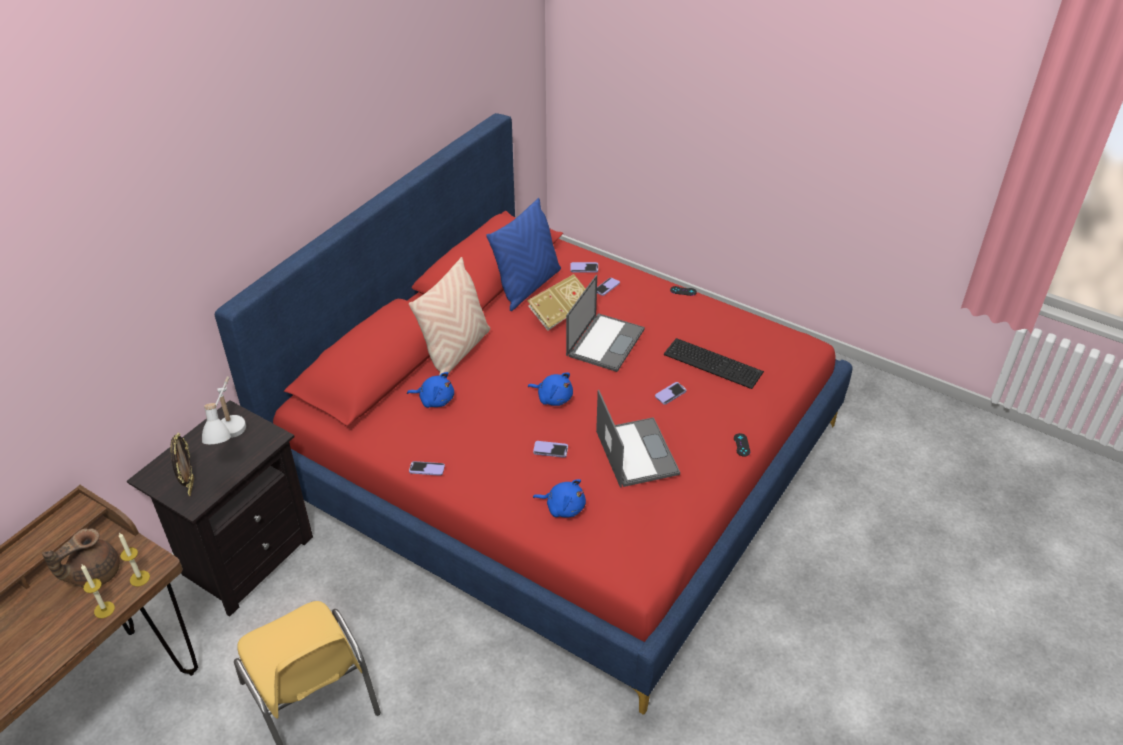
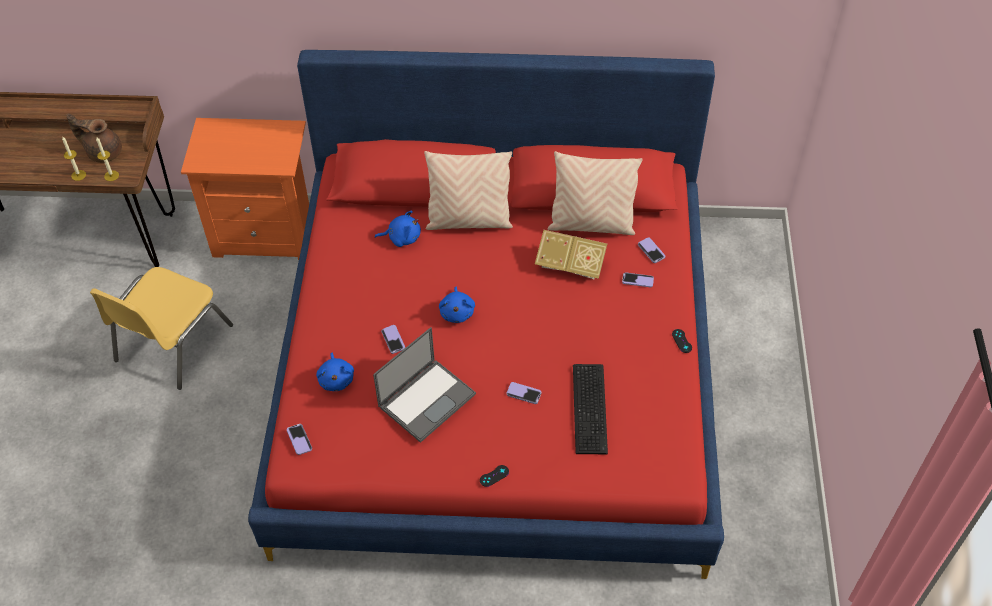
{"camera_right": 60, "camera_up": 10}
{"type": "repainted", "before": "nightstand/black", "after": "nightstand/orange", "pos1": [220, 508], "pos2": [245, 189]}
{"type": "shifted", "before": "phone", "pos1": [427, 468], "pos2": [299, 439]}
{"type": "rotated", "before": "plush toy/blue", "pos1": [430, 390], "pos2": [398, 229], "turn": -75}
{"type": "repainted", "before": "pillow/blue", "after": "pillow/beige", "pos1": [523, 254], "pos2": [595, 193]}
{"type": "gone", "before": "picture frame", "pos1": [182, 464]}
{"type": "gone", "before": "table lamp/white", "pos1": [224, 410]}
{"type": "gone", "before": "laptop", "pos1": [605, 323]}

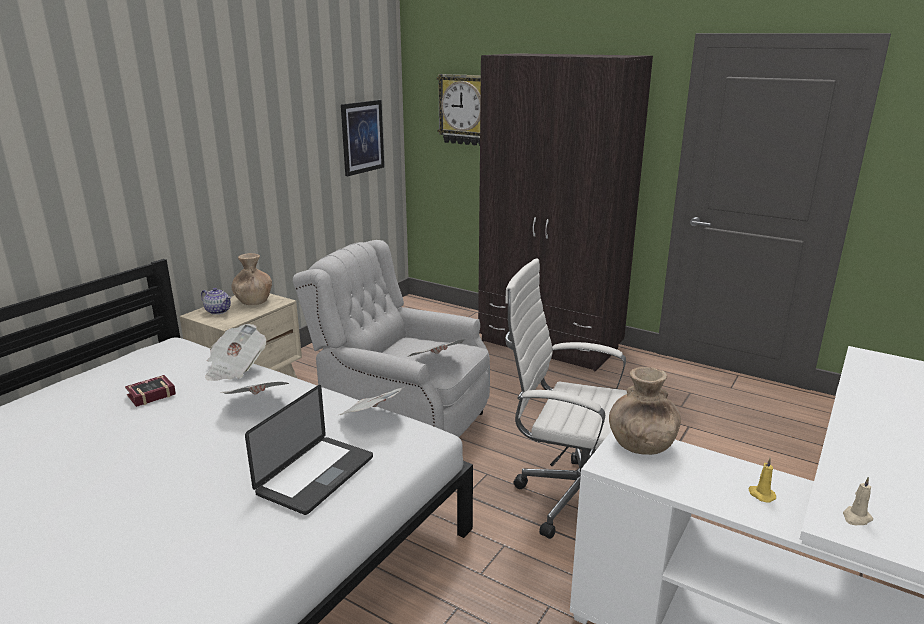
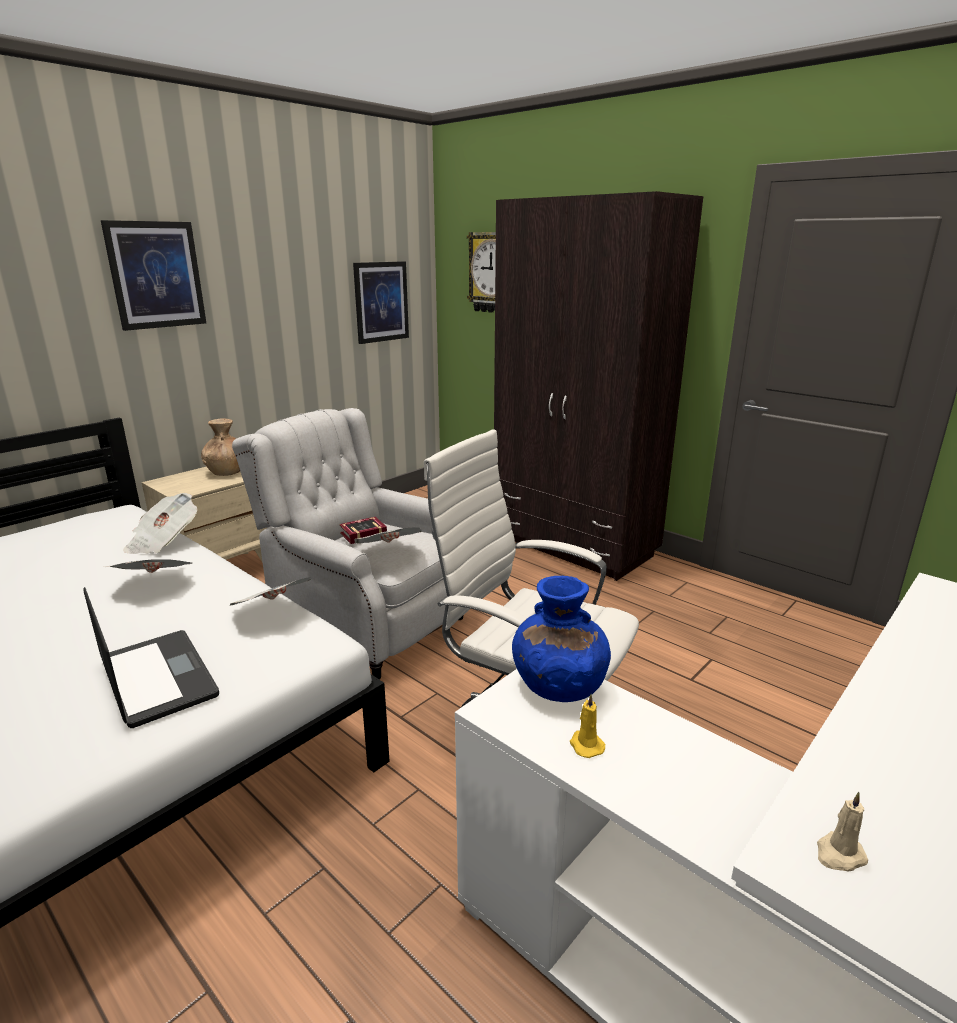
{"camera_right": 10, "camera_up": 0}
{"type": "rotated", "before": "laptop", "pos1": [309, 450], "pos2": [151, 657], "turn": -75}
{"type": "new", "after": "picture", "pos2": [153, 275]}
{"type": "shifted", "before": "book", "pos1": [150, 391], "pos2": [363, 530]}
{"type": "repainted", "before": "vase/brown", "after": "vase/blue", "pos1": [645, 411], "pos2": [561, 639]}
{"type": "shifted", "before": "candle/yellow", "pos1": [762, 480], "pos2": [587, 726]}
{"type": "gone", "before": "teapot", "pos1": [216, 301]}

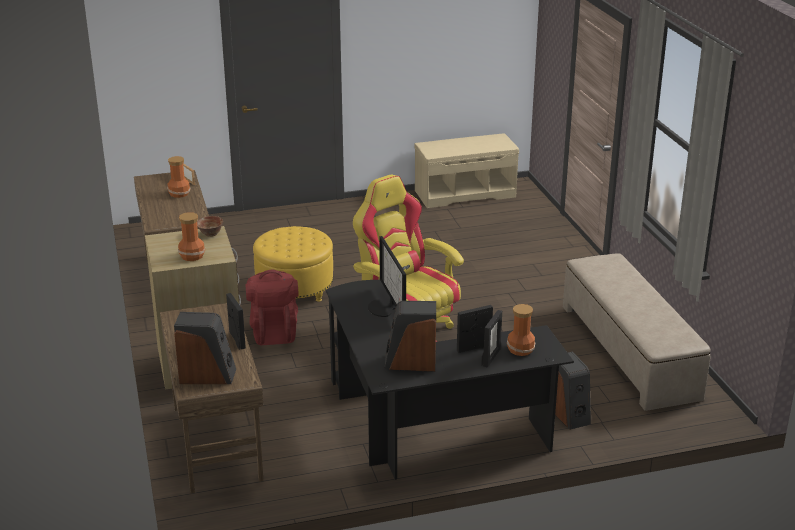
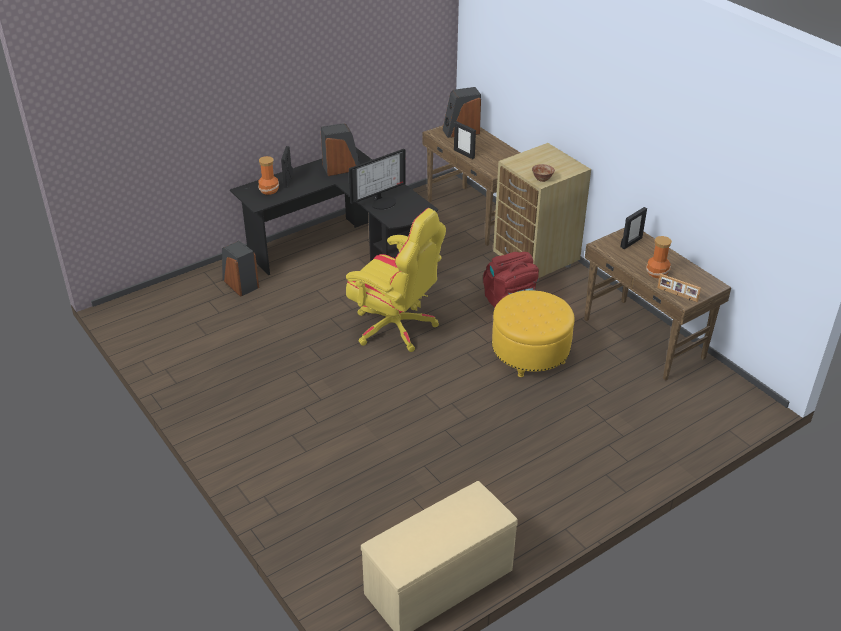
{"camera_right": 160, "camera_up": 10}
{"type": "rotated", "before": "monitor", "pos1": [387, 276], "pos2": [377, 179], "turn": 90}
{"type": "shifted", "before": "picture frame", "pos1": [475, 329], "pos2": [633, 228]}
{"type": "gone", "before": "vase", "pos1": [191, 236]}
{"type": "gone", "before": "bench/beige", "pos1": [637, 332]}

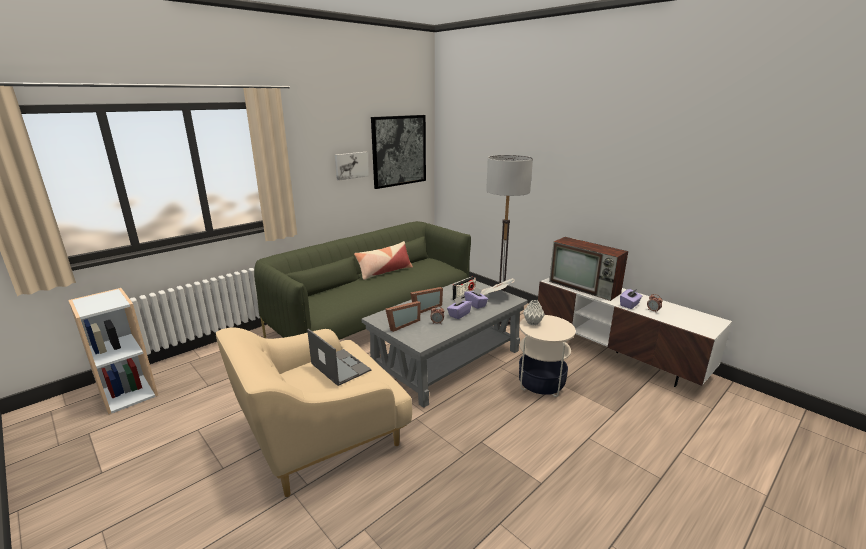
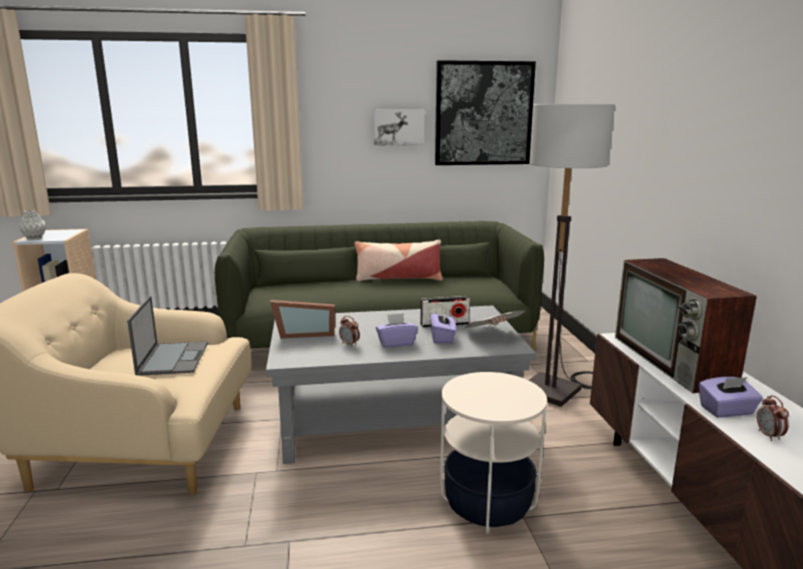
{"camera_right": 35, "camera_up": -5}
{"type": "shifted", "before": "vase/grey", "pos1": [534, 312], "pos2": [32, 225]}
{"type": "gone", "before": "picture frame", "pos1": [426, 300]}

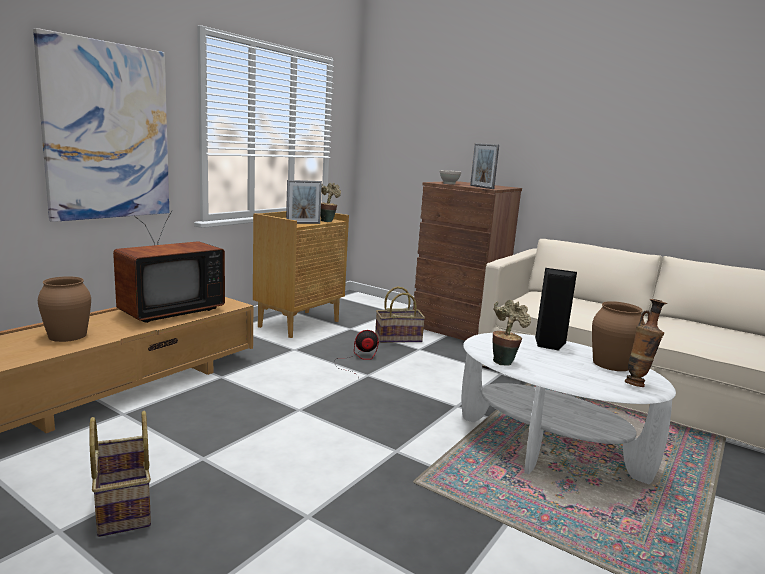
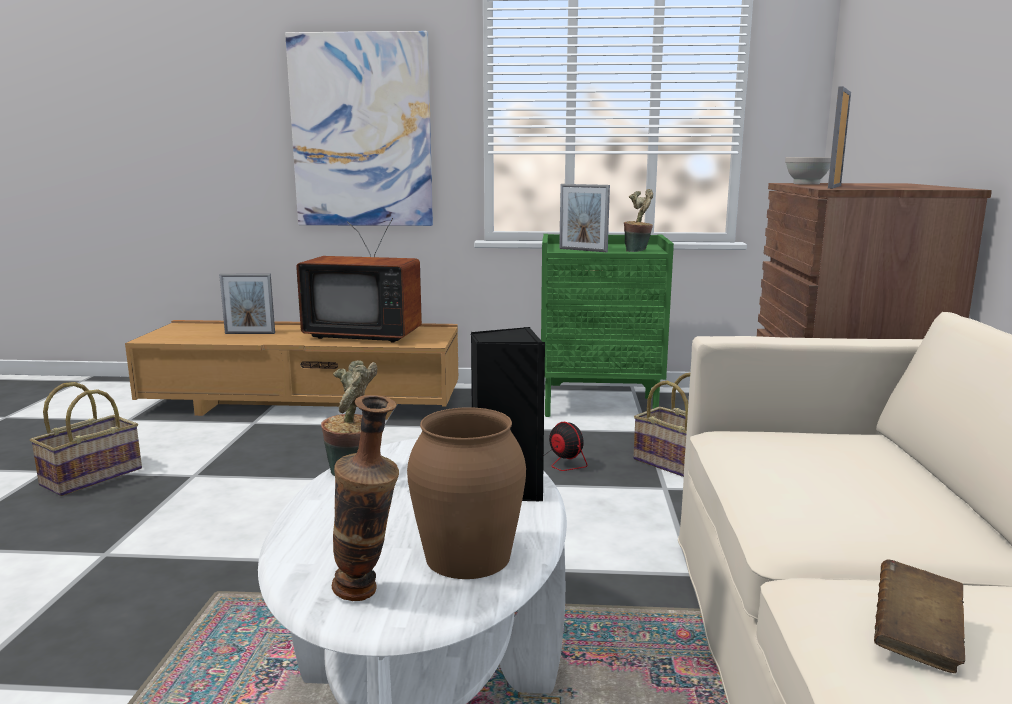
{"camera_right": 60, "camera_up": 0}
{"type": "swapped", "before": "vase/brown", "after": "picture frame", "pos1": [64, 309], "pos2": [247, 304]}
{"type": "repainted", "before": "cabinet/brown", "after": "cabinet/green", "pos1": [301, 274], "pos2": [607, 325]}
{"type": "new", "after": "book/brown", "pos2": [919, 616]}

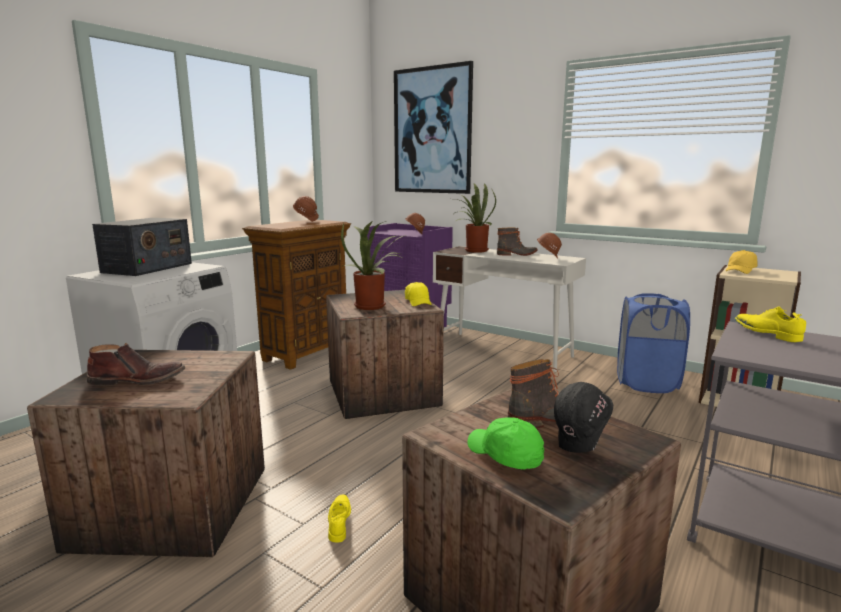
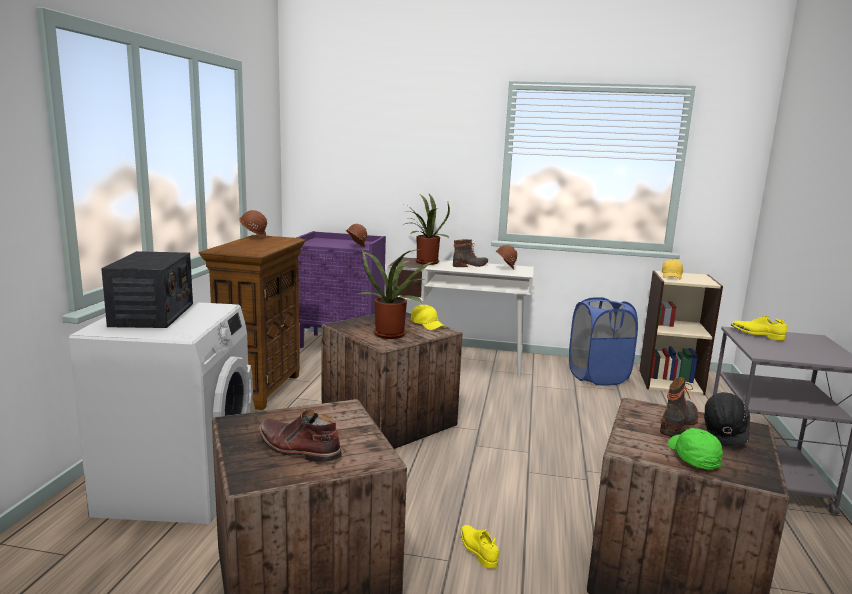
{"camera_right": -25, "camera_up": 0}
{"type": "rotated", "before": "boot/brown", "pos1": [136, 364], "pos2": [300, 436], "turn": -120}
{"type": "rotated", "before": "cap/green", "pos1": [505, 443], "pos2": [695, 448], "turn": 60}
{"type": "gone", "before": "picture", "pos1": [433, 127]}

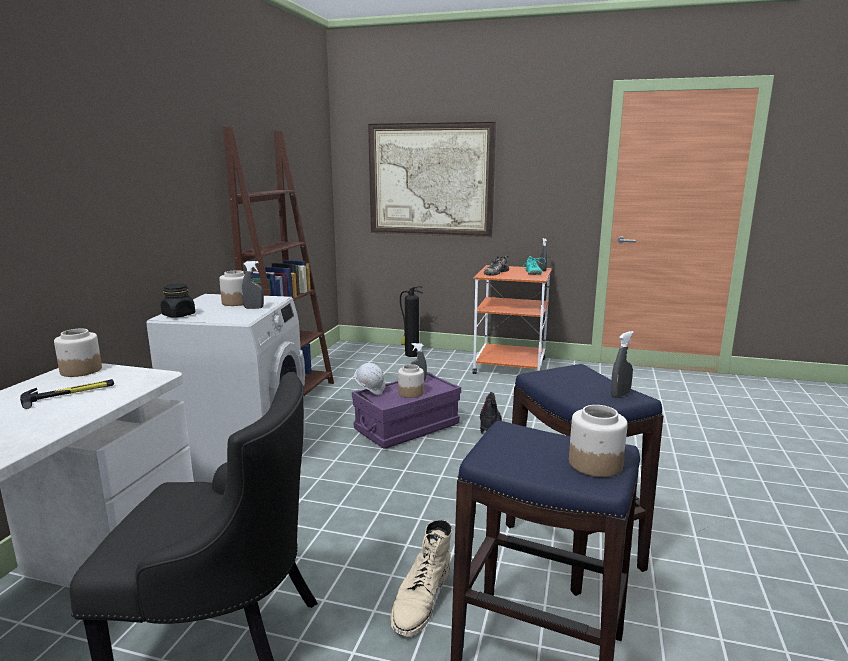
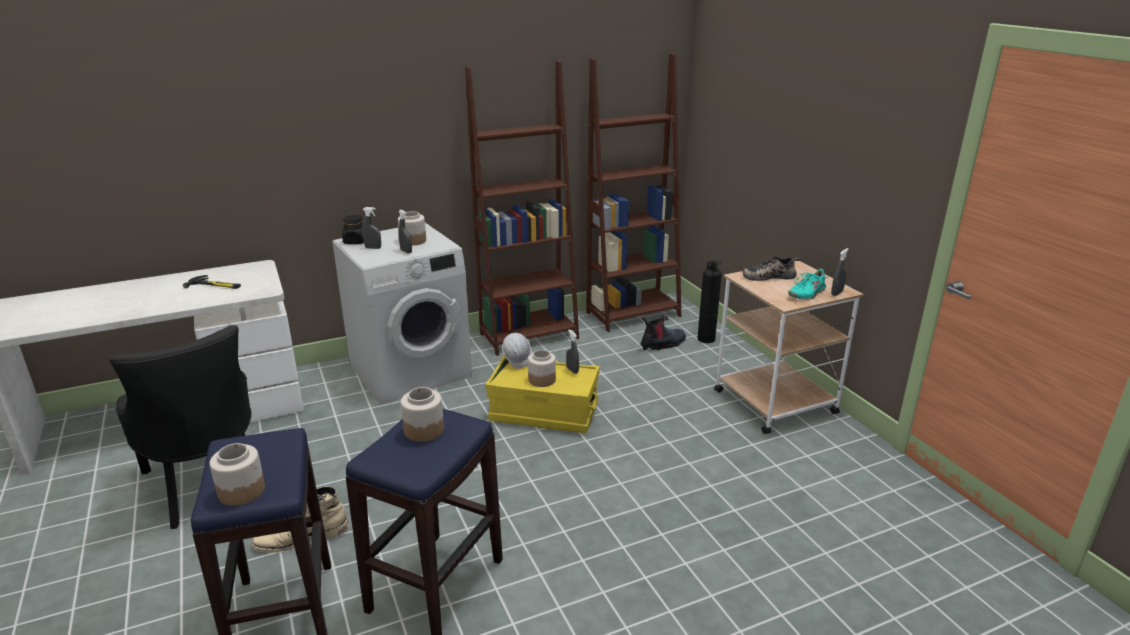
{"camera_right": 50, "camera_up": 10}
{"type": "shifted", "before": "spray bottle/grey", "pos1": [622, 364], "pos2": [371, 228]}
{"type": "shifted", "before": "jar", "pos1": [78, 353], "pos2": [422, 414]}
{"type": "repainted", "before": "storage box/purple", "after": "storage box/yellow", "pos1": [406, 410], "pos2": [542, 394]}
{"type": "new", "after": "bookcase/brown", "pos2": [633, 192]}
{"type": "shifted", "before": "boot", "pos1": [491, 413], "pos2": [663, 332]}
{"type": "repainted", "before": "cart/orange", "after": "cart/beige", "pos1": [512, 319], "pos2": [788, 347]}
{"type": "gone", "before": "picture", "pos1": [432, 179]}

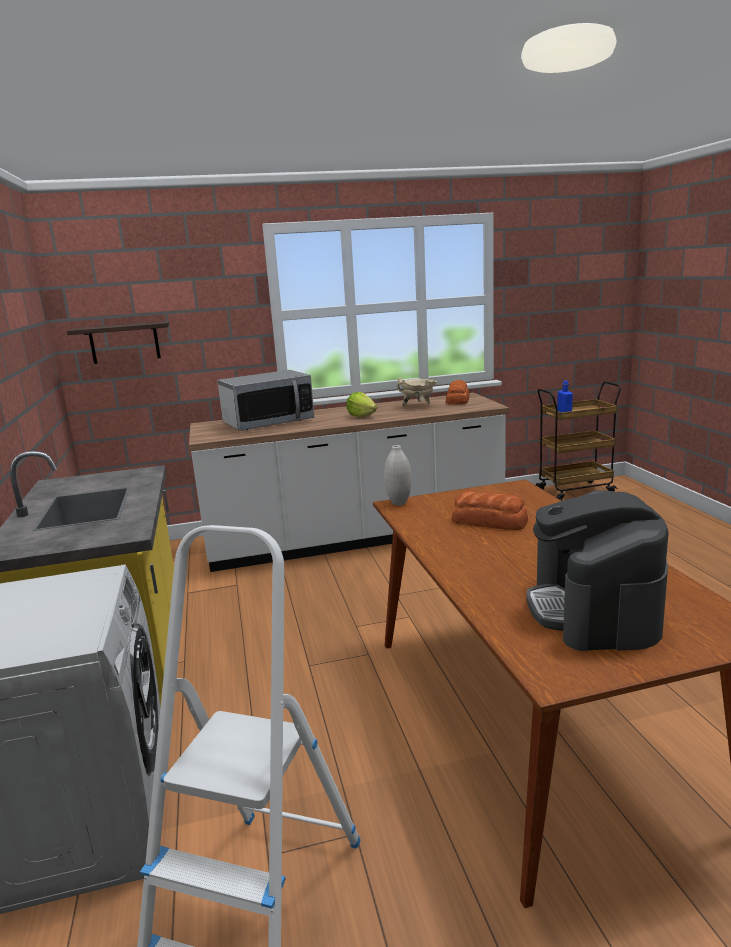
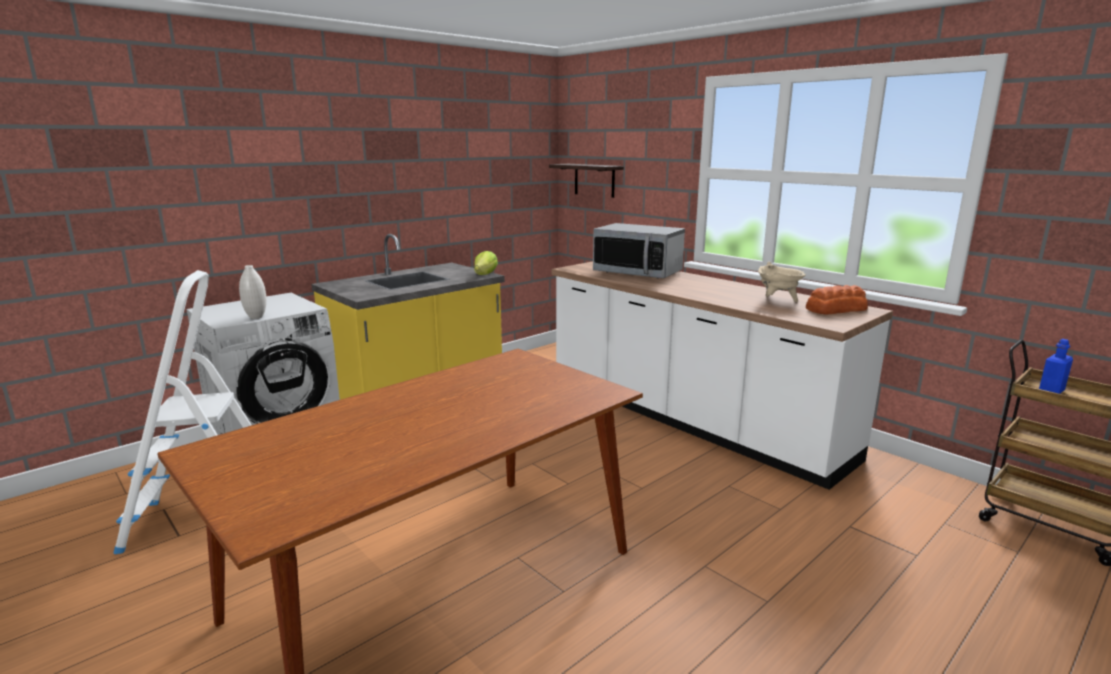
{"camera_right": 60, "camera_up": 0}
{"type": "shifted", "before": "vase/white", "pos1": [398, 475], "pos2": [253, 292]}
{"type": "shifted", "before": "lettuce", "pos1": [362, 405], "pos2": [486, 263]}
{"type": "gone", "before": "bread", "pos1": [490, 510]}
{"type": "gone", "before": "coffee machine", "pos1": [597, 570]}

